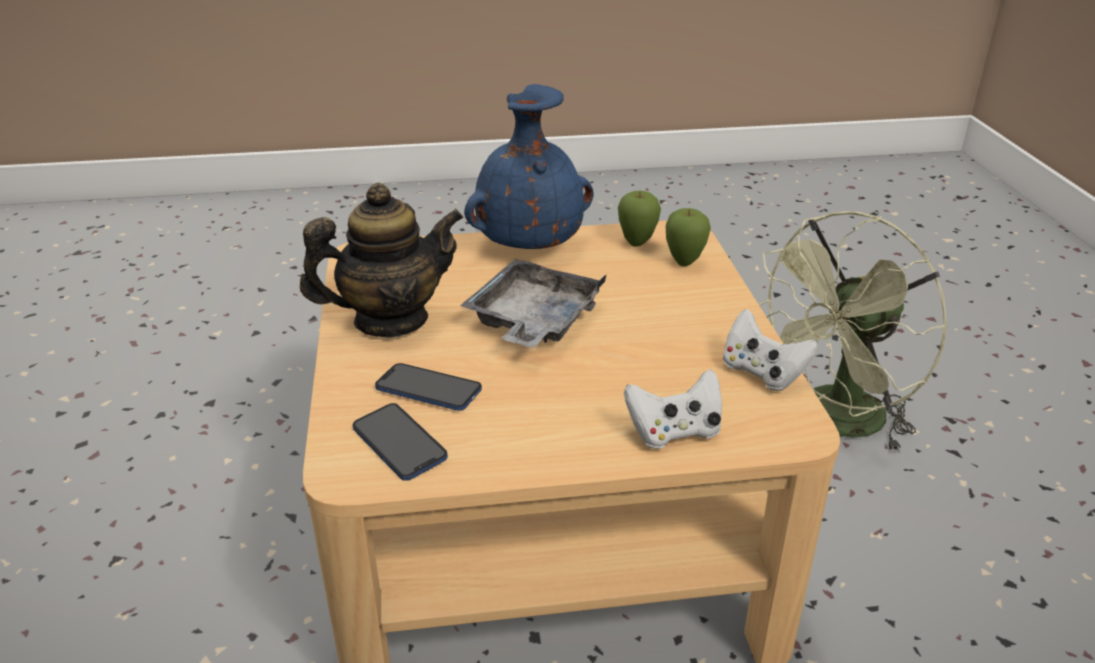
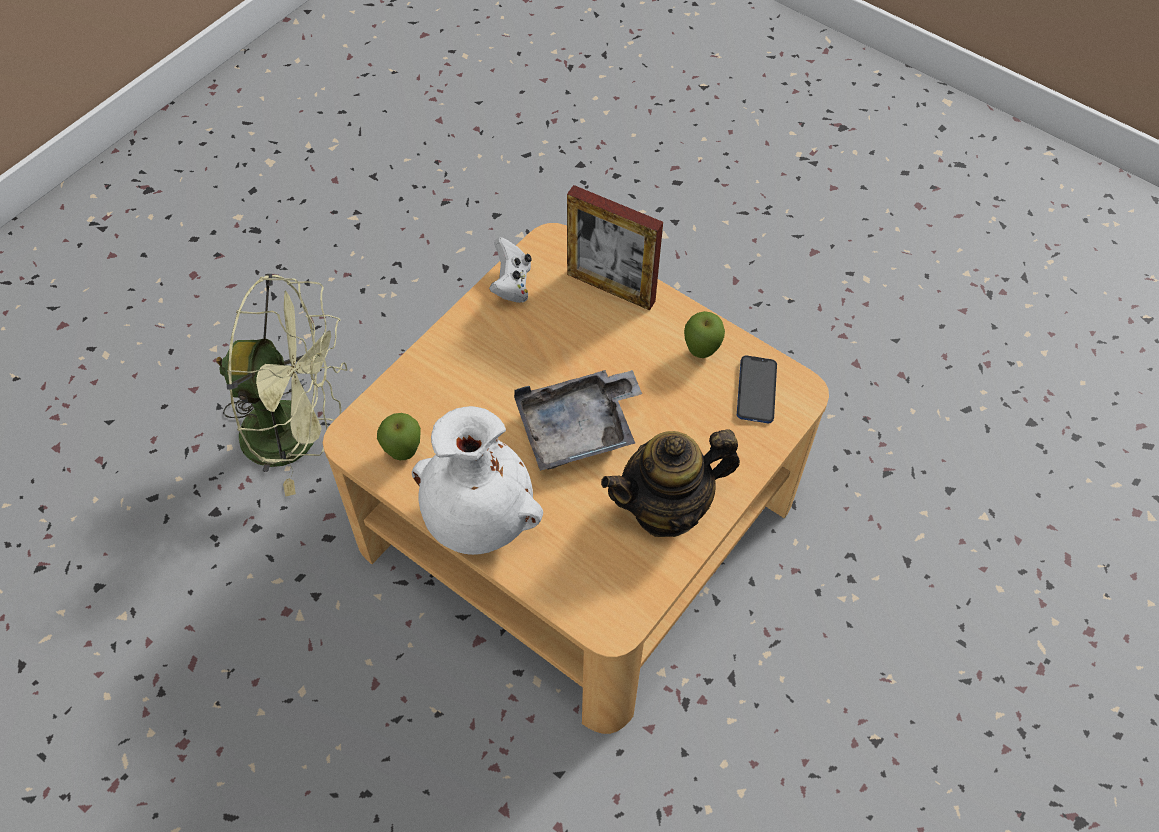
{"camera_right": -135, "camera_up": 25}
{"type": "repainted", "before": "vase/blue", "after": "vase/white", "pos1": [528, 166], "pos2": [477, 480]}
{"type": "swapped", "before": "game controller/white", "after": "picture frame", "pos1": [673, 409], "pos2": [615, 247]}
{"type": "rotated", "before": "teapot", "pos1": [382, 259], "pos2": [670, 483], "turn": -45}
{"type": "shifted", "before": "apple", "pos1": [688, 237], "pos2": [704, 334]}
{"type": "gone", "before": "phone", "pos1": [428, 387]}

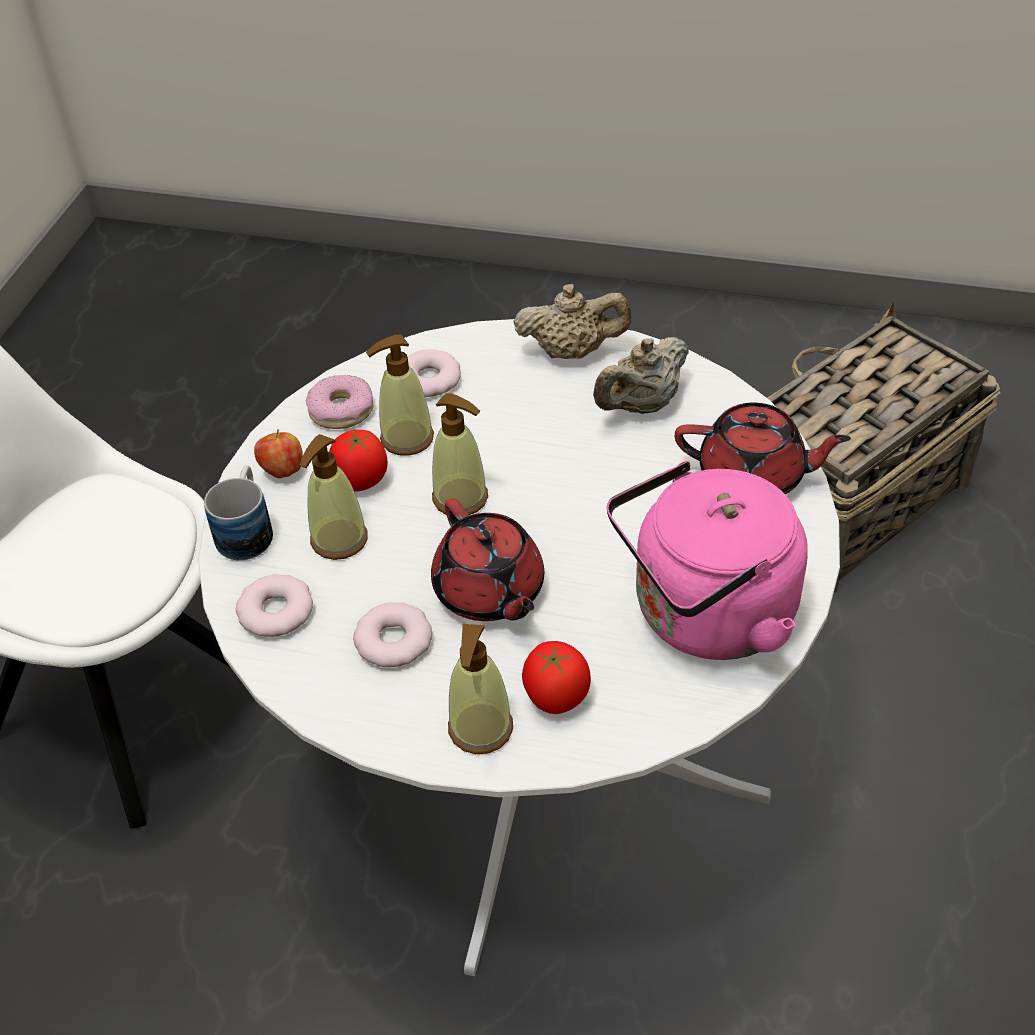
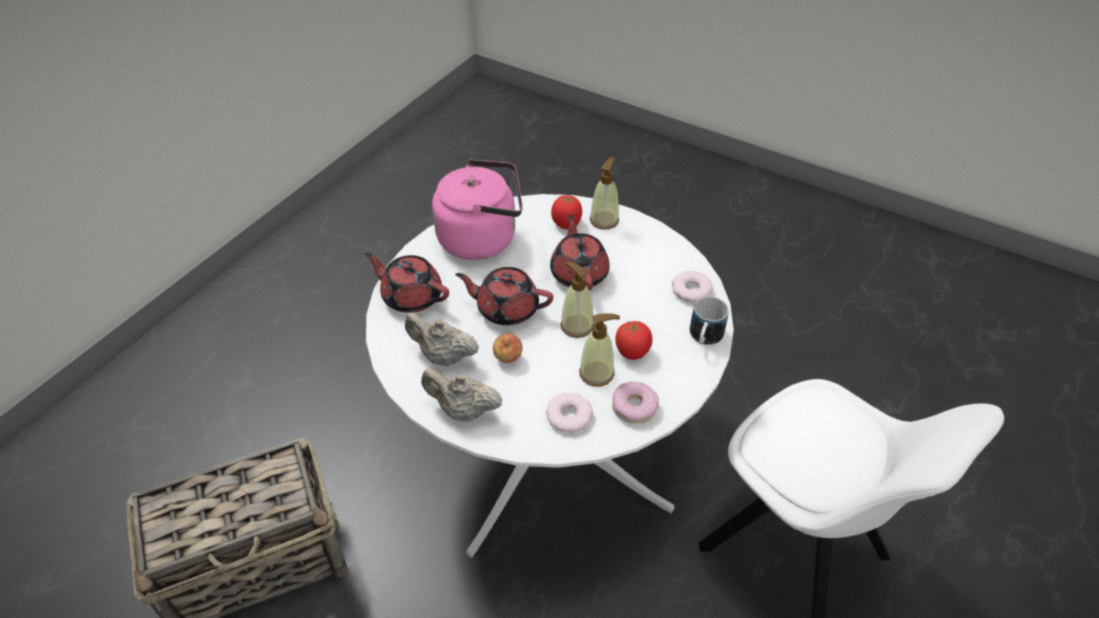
{"camera_right": -165, "camera_up": 0}
{"type": "rotated", "before": "teapot/beige", "pos1": [641, 375], "pos2": [442, 340], "turn": -135}
{"type": "new", "after": "teapot/red", "pos2": [504, 296]}
{"type": "shifted", "before": "apple", "pos1": [278, 453], "pos2": [507, 348]}
{"type": "gone", "before": "soap dispenser", "pos1": [334, 497]}
{"type": "gone", "before": "donut", "pos1": [392, 635]}

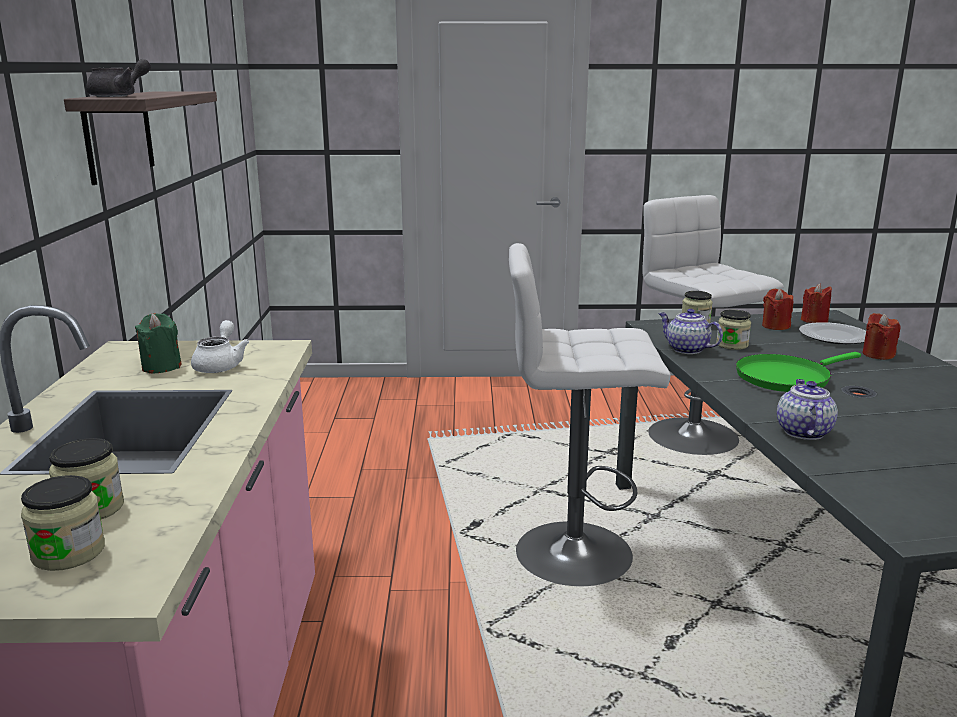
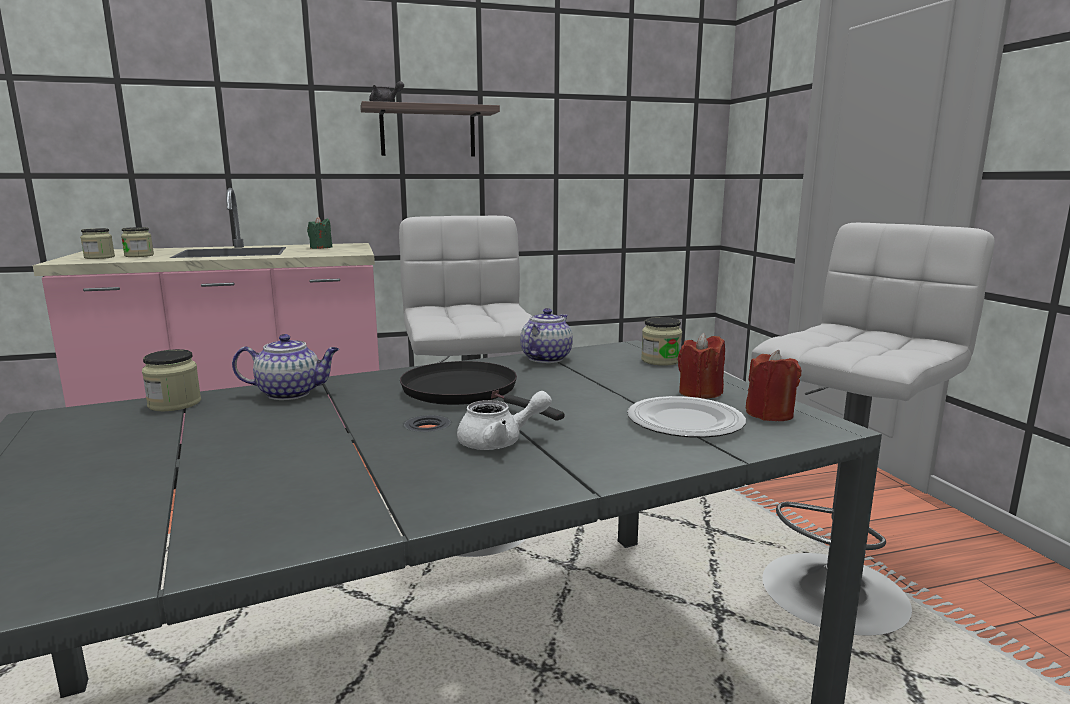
{"camera_right": 75, "camera_up": -5}
{"type": "shifted", "before": "jar", "pos1": [733, 329], "pos2": [171, 380]}
{"type": "repainted", "before": "frying pan/green", "after": "frying pan/black", "pos1": [798, 372], "pos2": [482, 390]}
{"type": "shifted", "before": "teapot/white", "pos1": [220, 346], "pos2": [504, 420]}
{"type": "gone", "before": "candle/red", "pos1": [881, 336]}

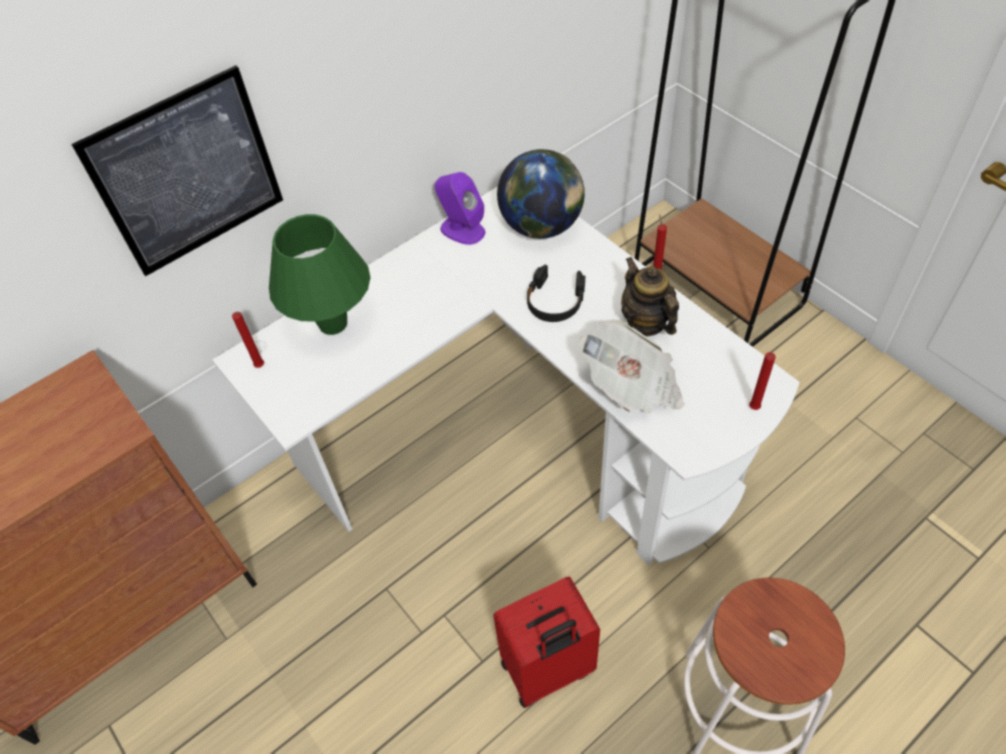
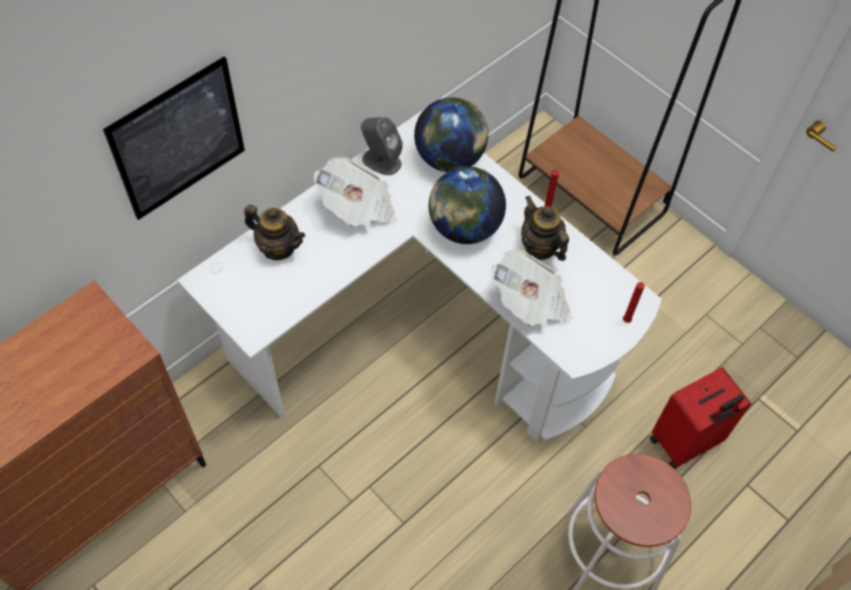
{"camera_right": -10, "camera_up": 5}
{"type": "swapped", "before": "table lamp/green", "after": "teapot", "pos1": [320, 274], "pos2": [274, 232]}
{"type": "new", "after": "newspaper", "pos2": [355, 192]}
{"type": "repainted", "before": "speaker/purple", "after": "speaker/grey", "pos1": [460, 208], "pos2": [382, 146]}
{"type": "swapped", "before": "headphones/black", "after": "globe", "pos1": [556, 293], "pos2": [467, 205]}
{"type": "shifted", "before": "suitcase/red", "pos1": [546, 642], "pos2": [701, 418]}
{"type": "gone", "before": "candle/red", "pos1": [248, 340]}

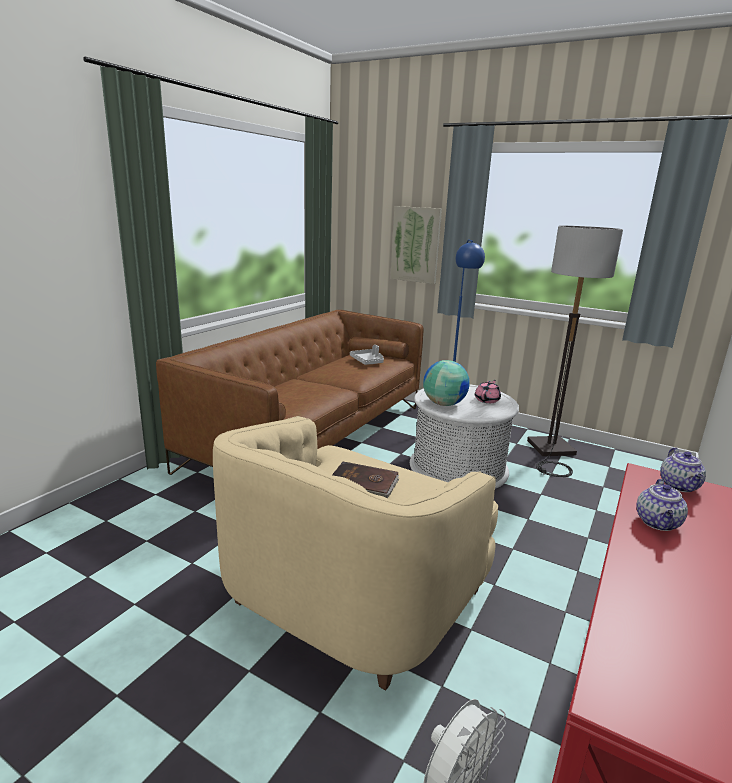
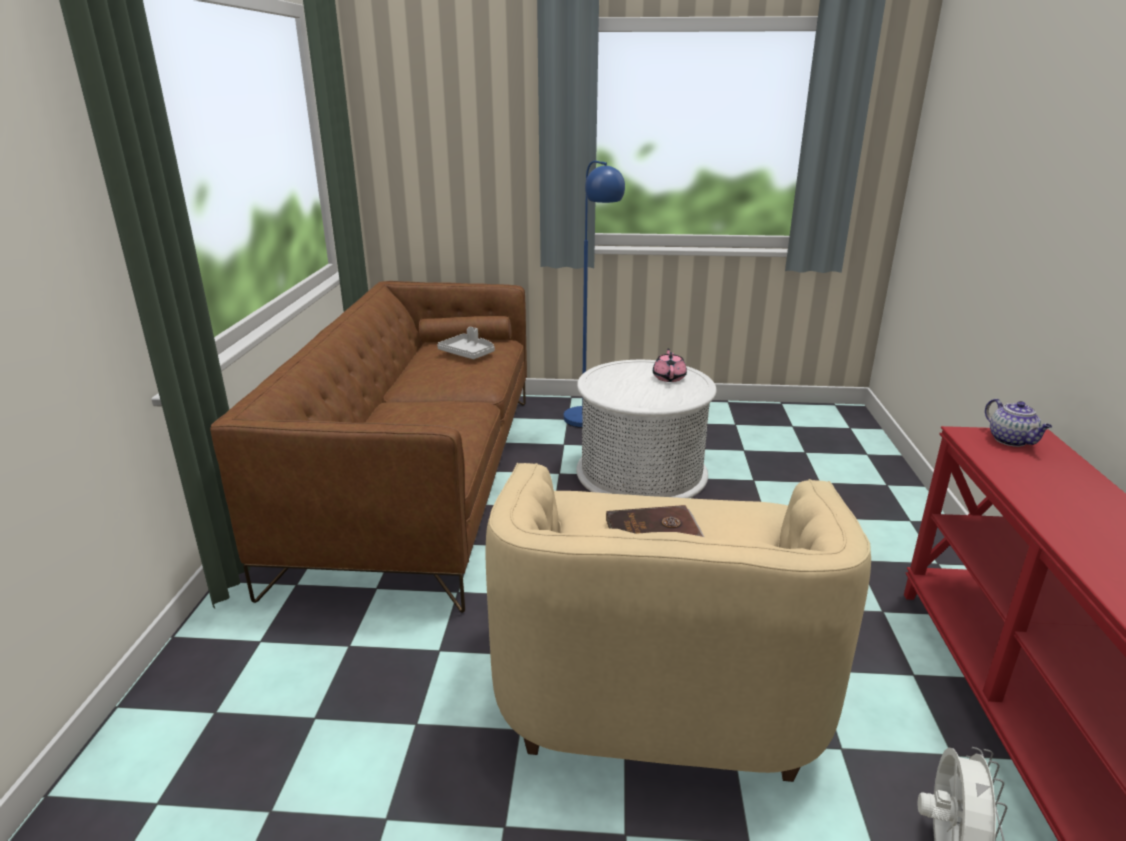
{"camera_right": -25, "camera_up": 5}
{"type": "gone", "before": "picture", "pos1": [416, 245]}
{"type": "gone", "before": "globe", "pos1": [446, 383]}
{"type": "gone", "before": "floor lamp", "pos1": [575, 351]}
{"type": "gone", "before": "teapot", "pos1": [662, 505]}

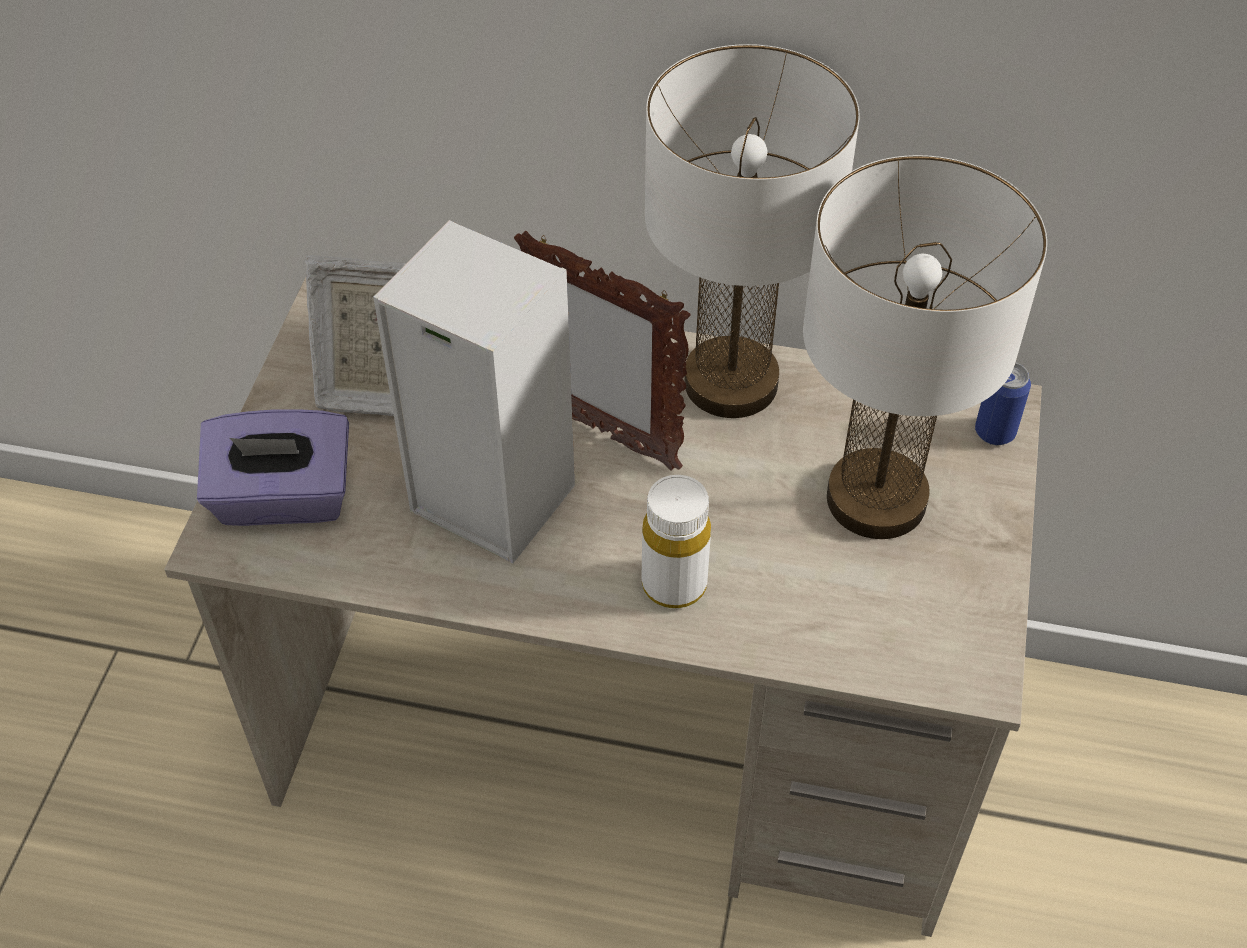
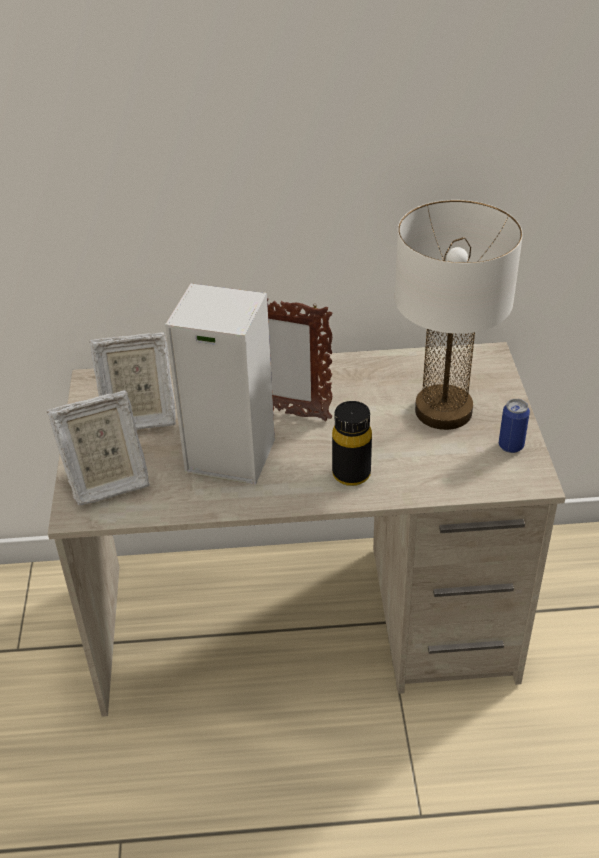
{"camera_right": -15, "camera_up": -10}
{"type": "swapped", "before": "tissue box/purple", "after": "picture frame", "pos1": [273, 467], "pos2": [98, 448]}
{"type": "repainted", "before": "bottle/white", "after": "bottle/black", "pos1": [676, 541], "pos2": [352, 443]}
{"type": "shifted", "before": "can", "pos1": [1003, 404], "pos2": [514, 426]}
{"type": "gone", "before": "table lamp", "pos1": [752, 231]}

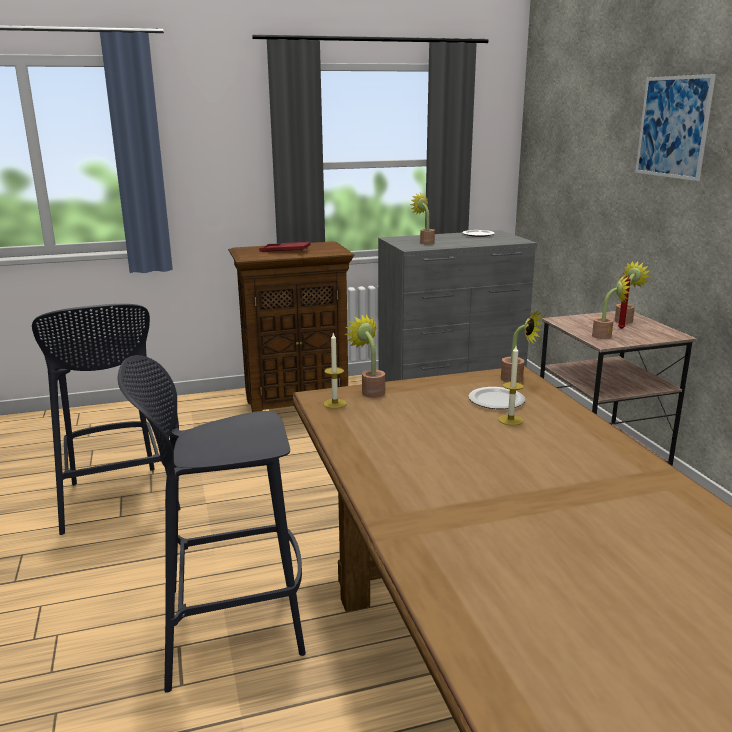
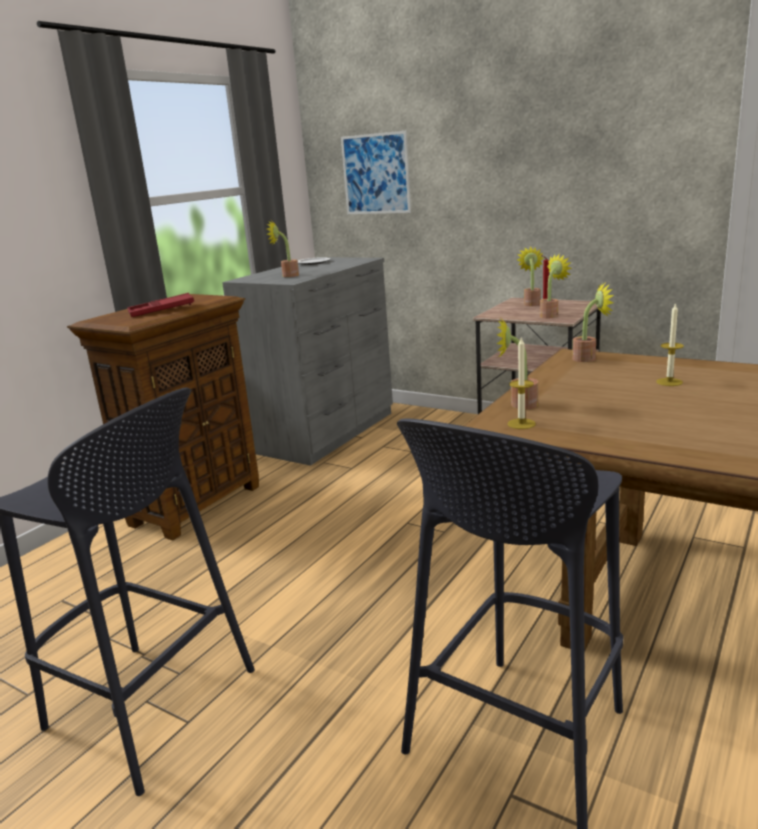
{"camera_right": -40, "camera_up": 0}
{"type": "shifted", "before": "picture", "pos1": [675, 127], "pos2": [376, 172]}
{"type": "gone", "before": "plate", "pos1": [497, 398]}

